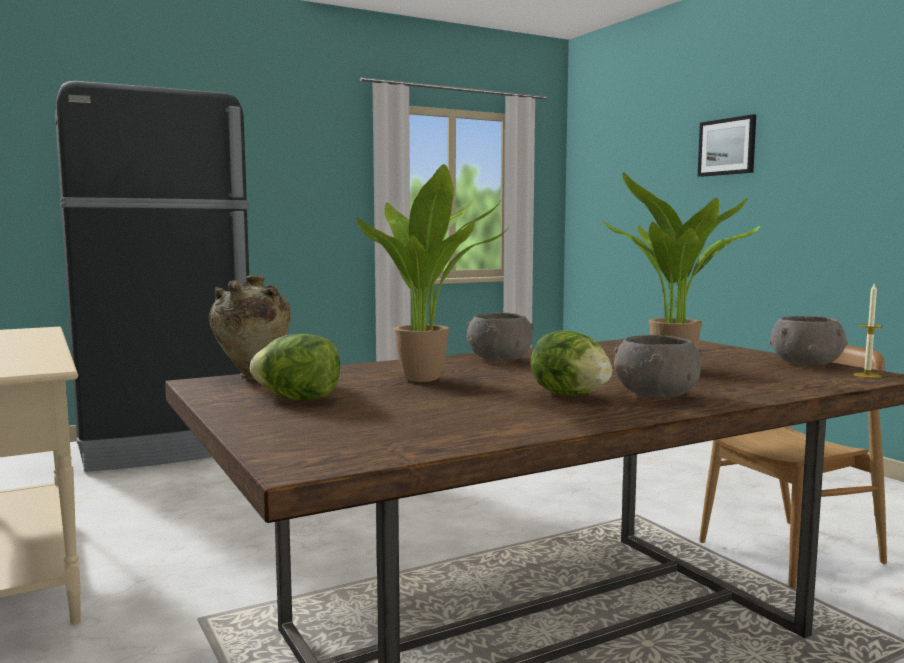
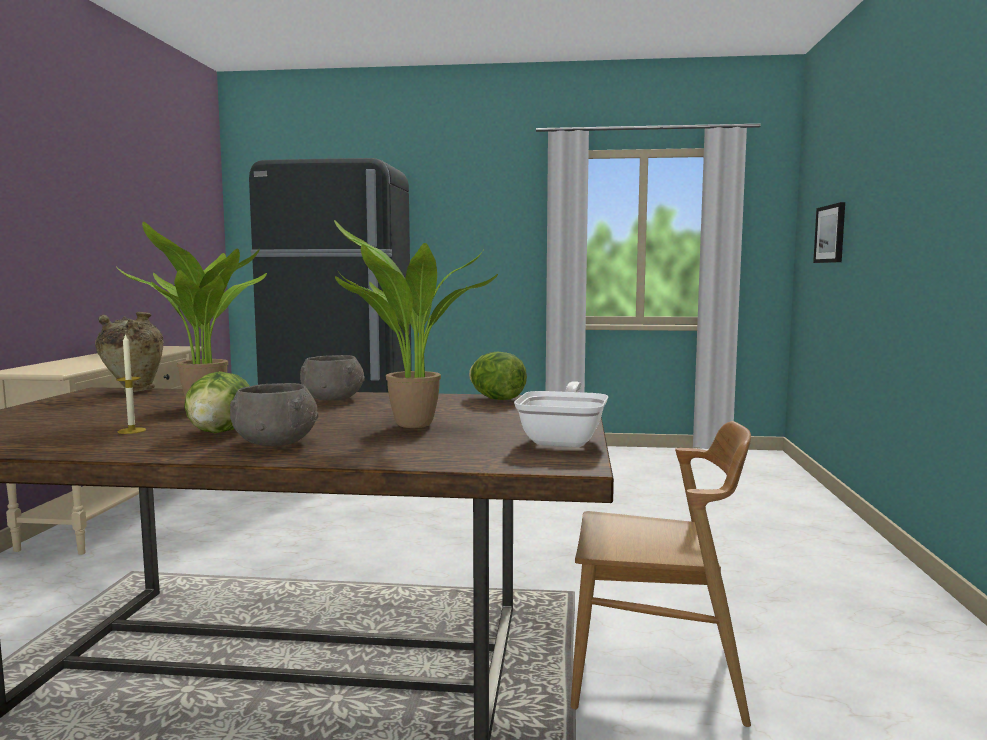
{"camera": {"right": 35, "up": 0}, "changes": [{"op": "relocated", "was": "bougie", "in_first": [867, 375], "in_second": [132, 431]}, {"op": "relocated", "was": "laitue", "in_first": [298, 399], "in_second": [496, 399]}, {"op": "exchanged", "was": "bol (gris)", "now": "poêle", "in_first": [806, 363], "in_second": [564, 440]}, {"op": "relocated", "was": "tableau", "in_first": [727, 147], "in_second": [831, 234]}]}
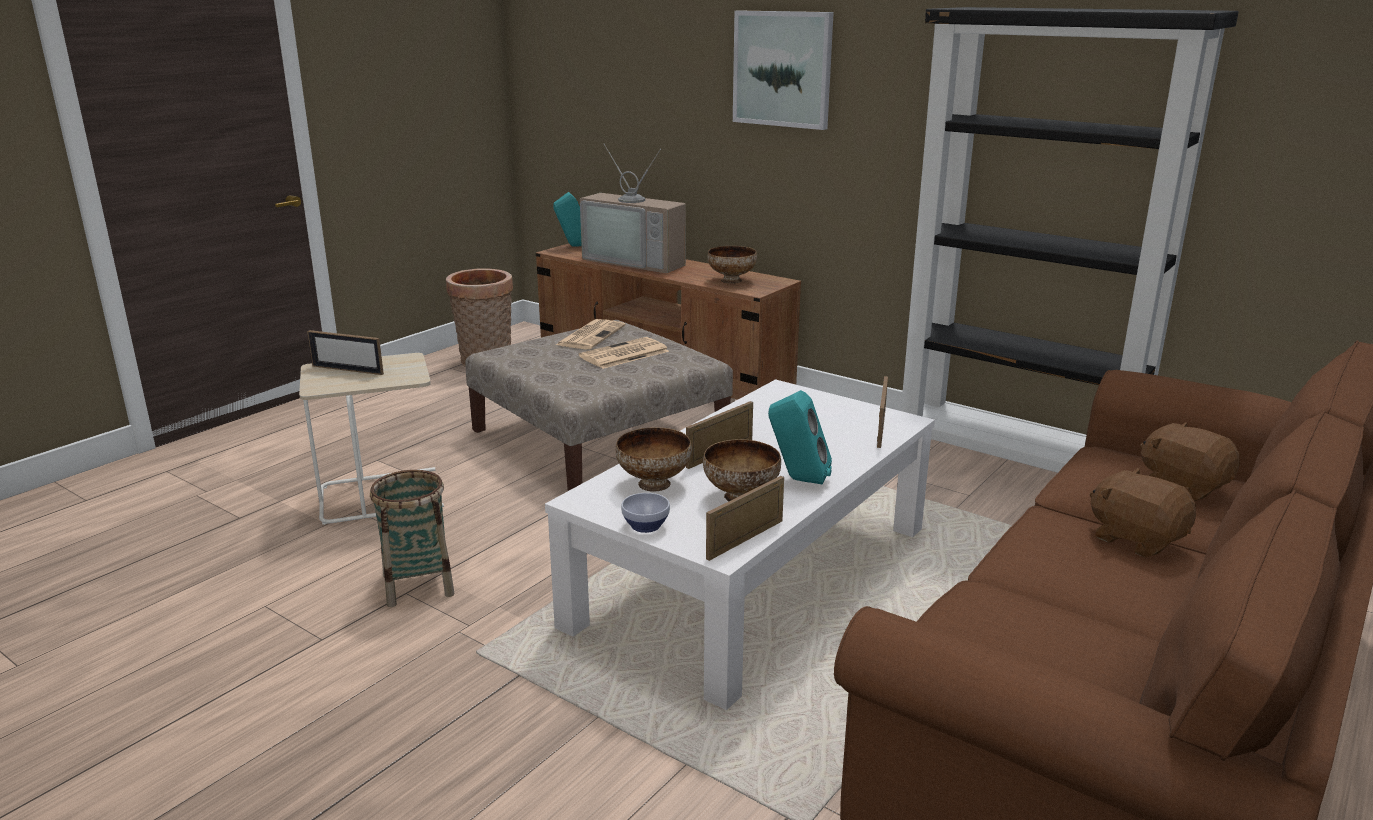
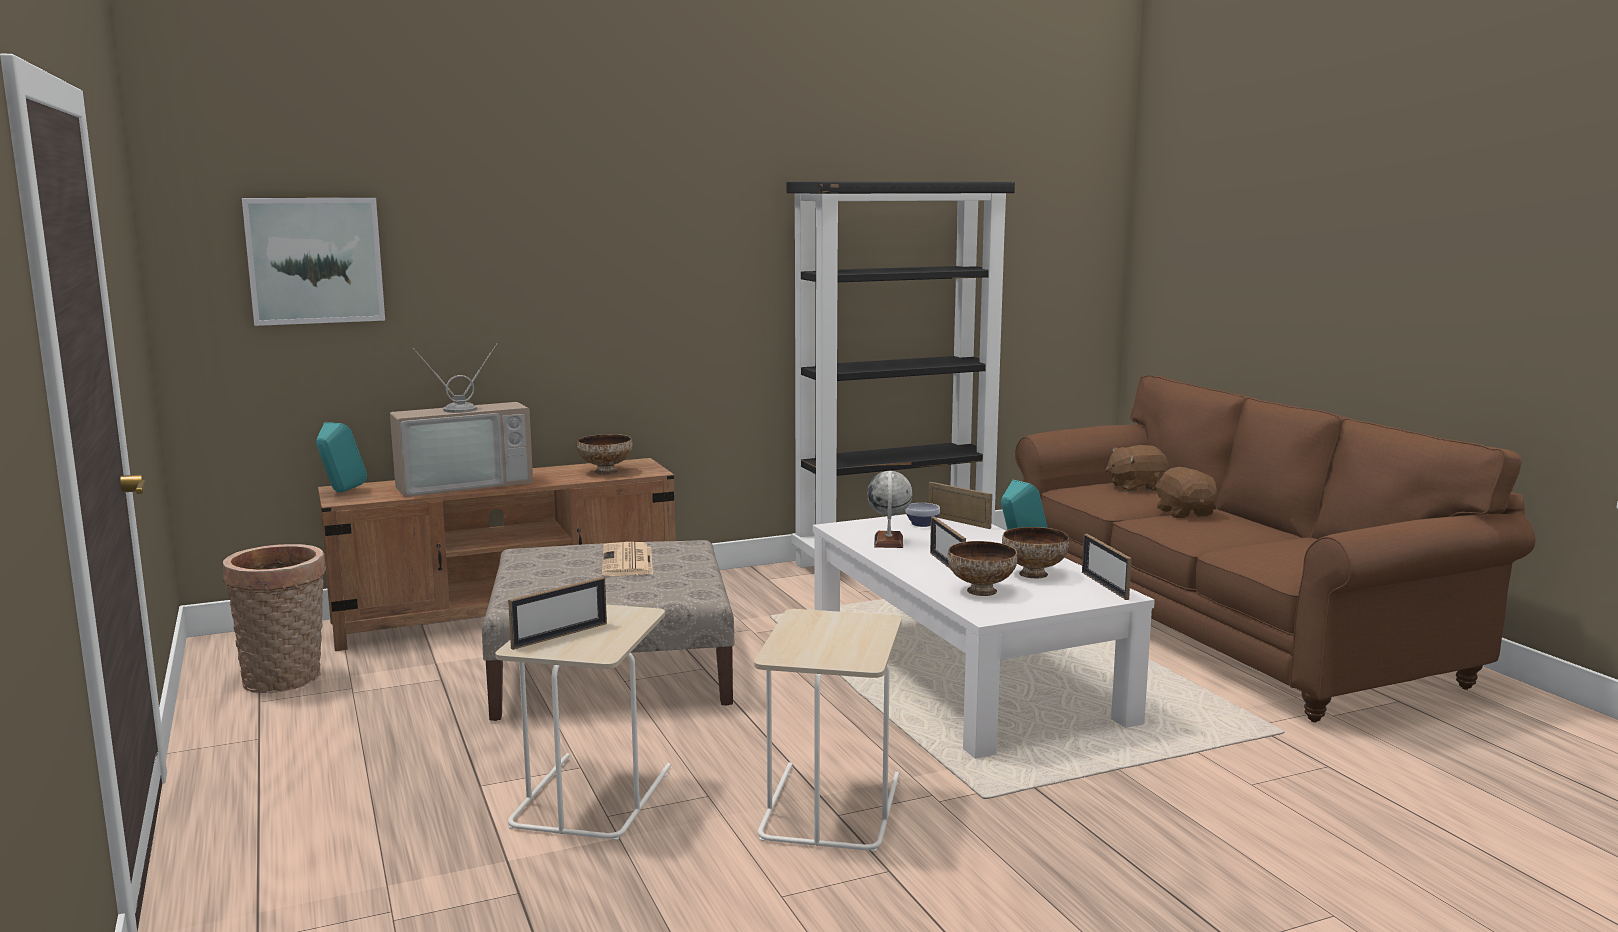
{"camera": {"right": -60, "up": -10}, "changes": [{"op": "relocated", "was": "tableau", "in_first": [782, 69], "in_second": [315, 260]}, {"op": "exchanged", "was": "panier", "now": "table d'appoint (beige)", "in_first": [418, 585], "in_second": [829, 806]}, {"op": "appeared", "now": "globe", "in_second": [888, 541]}, {"op": "relocated", "was": "bol", "in_first": [644, 526], "in_second": [921, 524]}, {"op": "spun", "was": "peluche (marron)", "in_first": [1136, 539], "in_second": [1184, 513], "clockwise": 90}, {"op": "missing", "was": "journal", "in_first": [591, 335]}]}
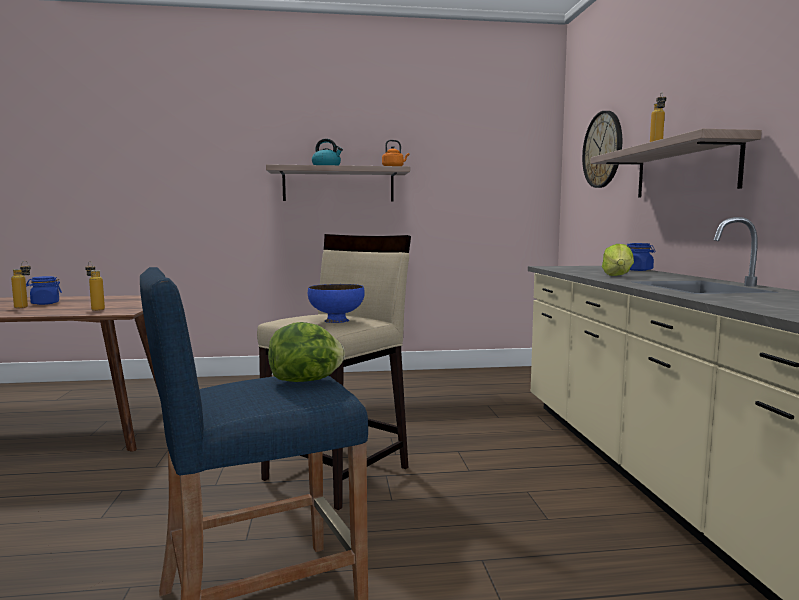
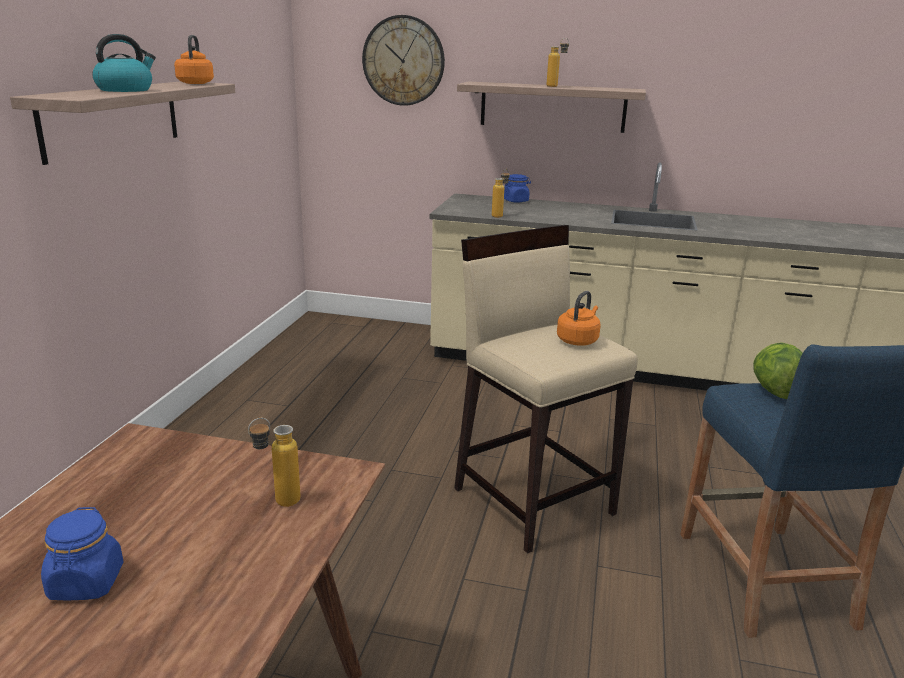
{"camera": {"right": -70, "up": 15}, "changes": [{"op": "relocated", "was": "bouteille", "in_first": [24, 307], "in_second": [499, 215]}, {"op": "exchanged", "was": "bol (bleu)", "now": "bouilloire (orange)", "in_first": [337, 320], "in_second": [578, 340]}, {"op": "missing", "was": "laitue", "in_first": [617, 275]}]}
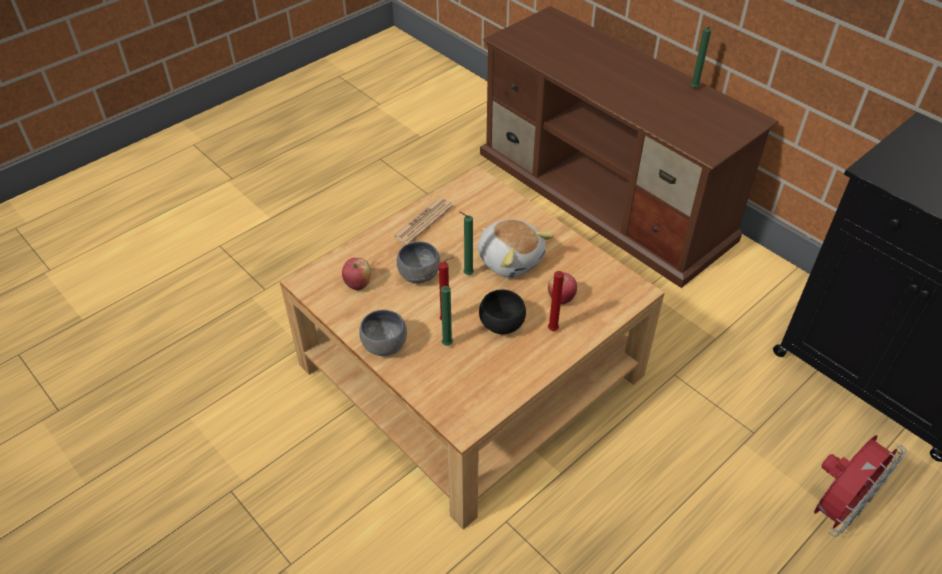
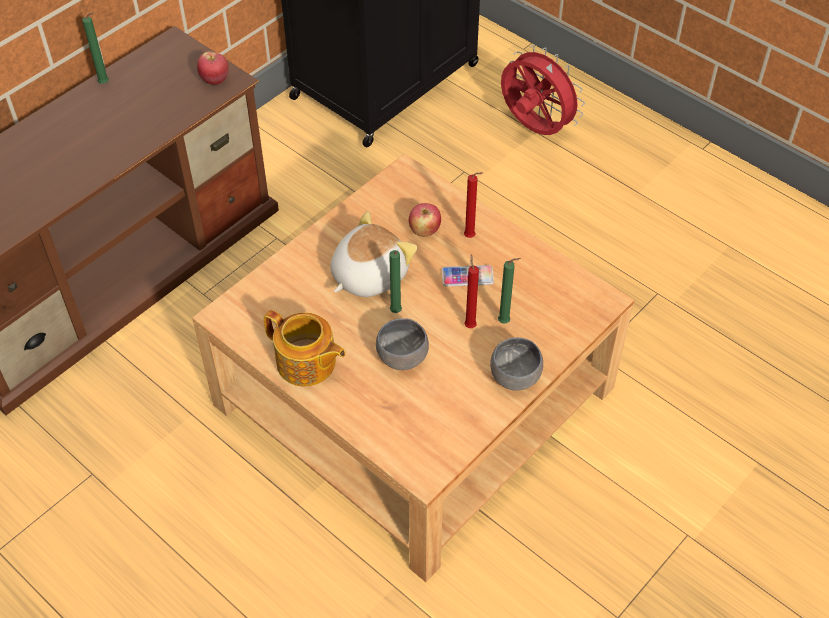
{"camera": {"right": -95, "up": 5}, "changes": [{"op": "relocated", "was": "pomme", "in_first": [358, 284], "in_second": [215, 80]}, {"op": "exchanged", "was": "journal", "now": "théière", "in_first": [423, 221], "in_second": [307, 363]}, {"op": "exchanged", "was": "bol (noir)", "now": "téléphone", "in_first": [503, 324], "in_second": [467, 276]}]}
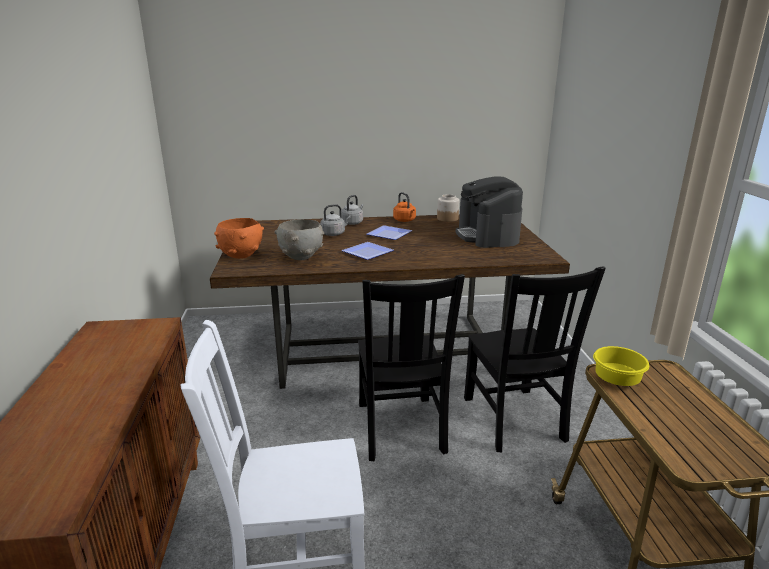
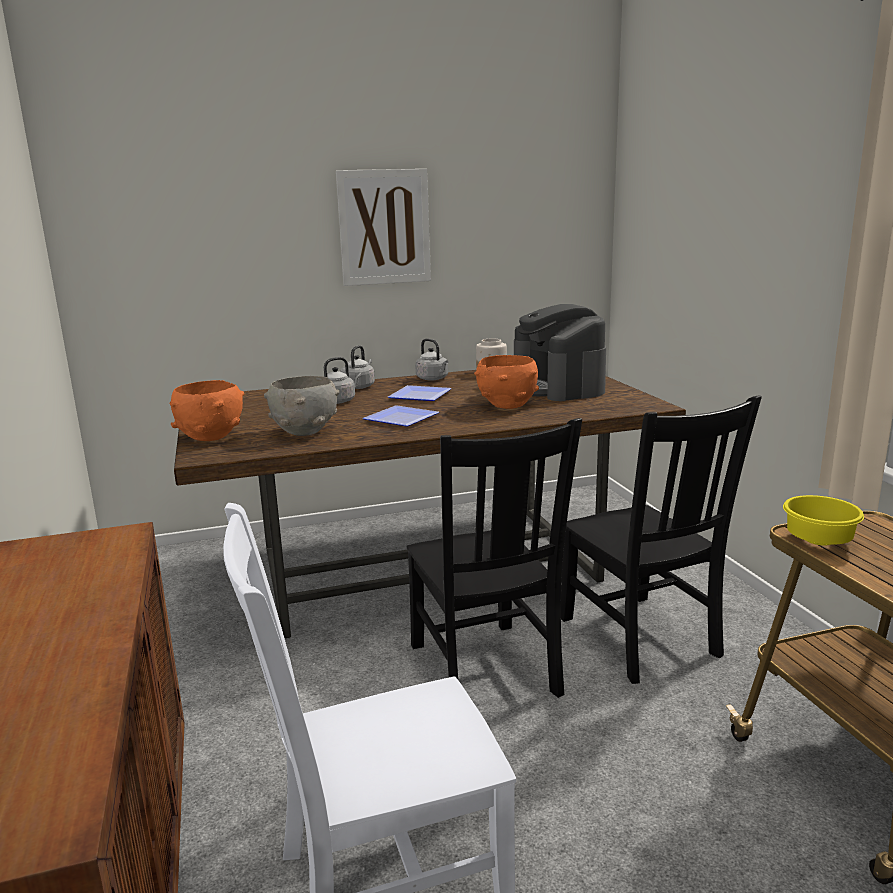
{"camera": {"right": -10, "up": -5}, "changes": [{"op": "appeared", "now": "tableau", "in_second": [384, 227]}, {"op": "colour", "was": "bouilloire (orange)", "now": "bouilloire (gris)", "in_first": [405, 220], "in_second": [433, 379]}, {"op": "appeared", "now": "bol (orange)", "in_second": [507, 406]}]}
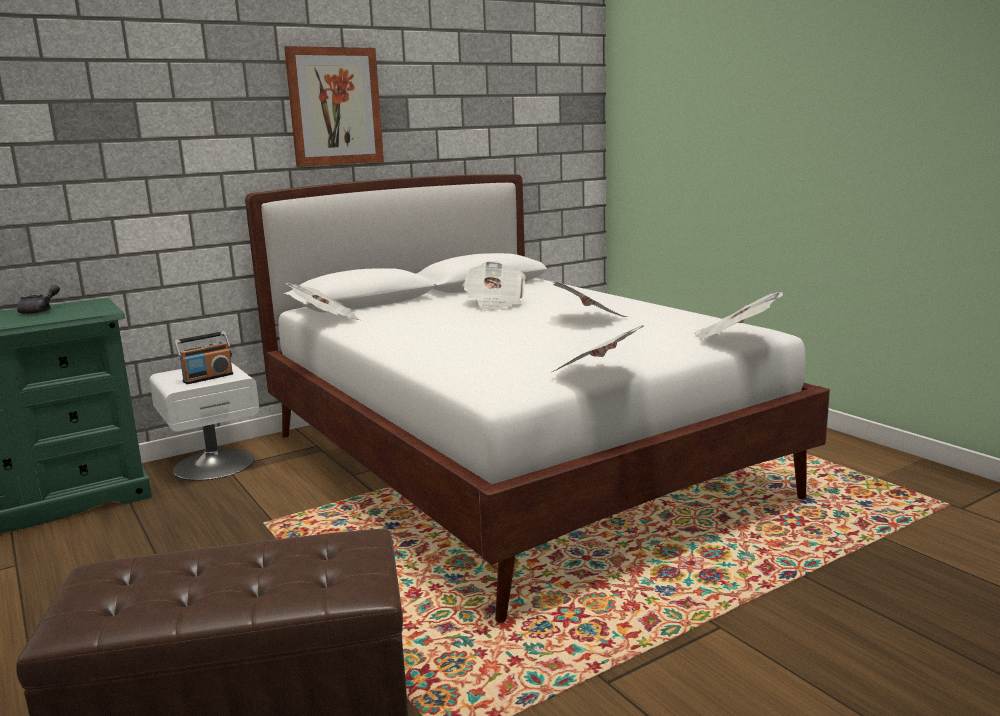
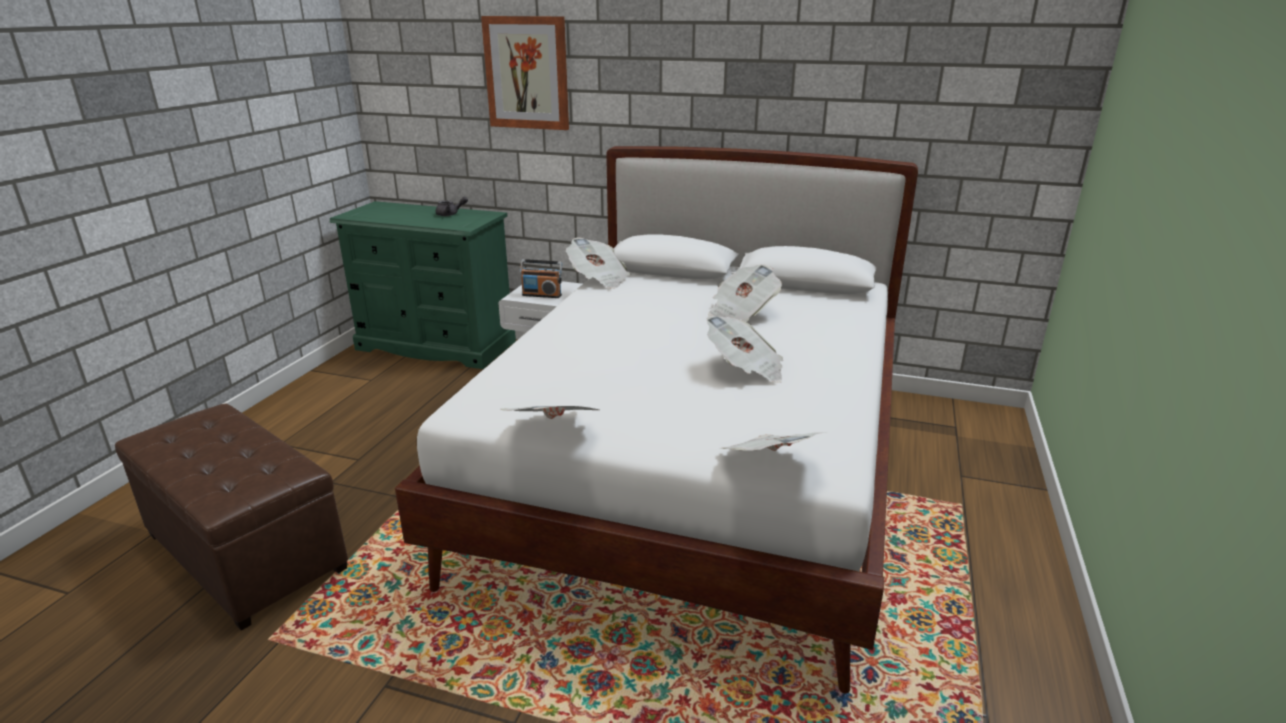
{"camera": {"right": 50, "up": 10}, "changes": [{"op": "relocated", "was": "tableau", "in_first": [334, 107], "in_second": [527, 73]}]}
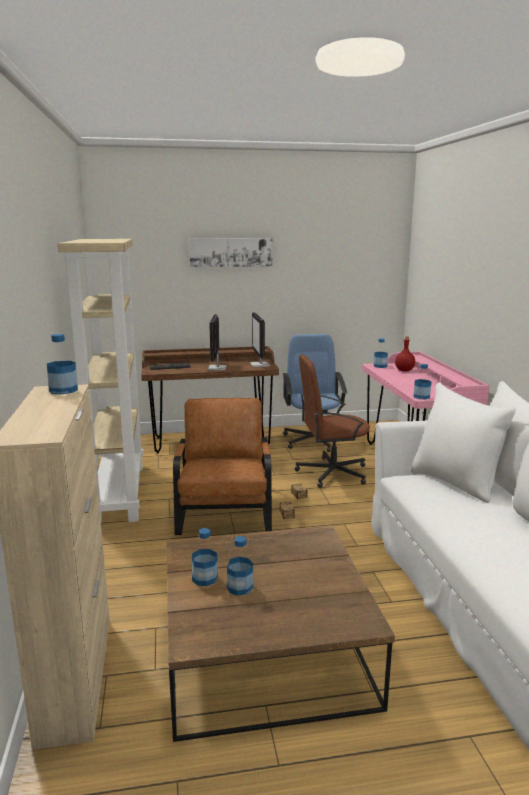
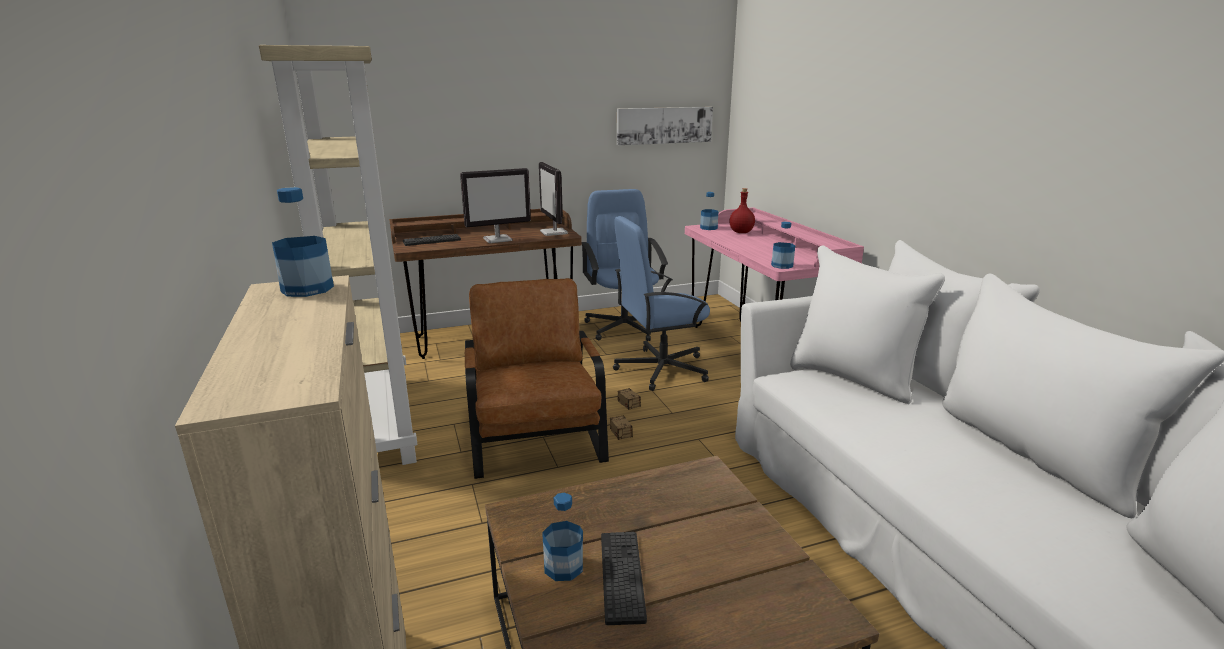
{"camera": {"right": -10, "up": 5}, "changes": [{"op": "spun", "was": "écran d'ordinateur", "in_first": [217, 368], "in_second": [498, 239], "clockwise": -105}, {"op": "exchanged", "was": "bouteille", "now": "clavier", "in_first": [240, 587], "in_second": [622, 576]}, {"op": "colour", "was": "chaise de bureau (marron)", "now": "chaise de bureau (bleu)", "in_first": [331, 473], "in_second": [660, 369]}, {"op": "relocated", "was": "tableau", "in_first": [231, 252], "in_second": [664, 125]}]}
